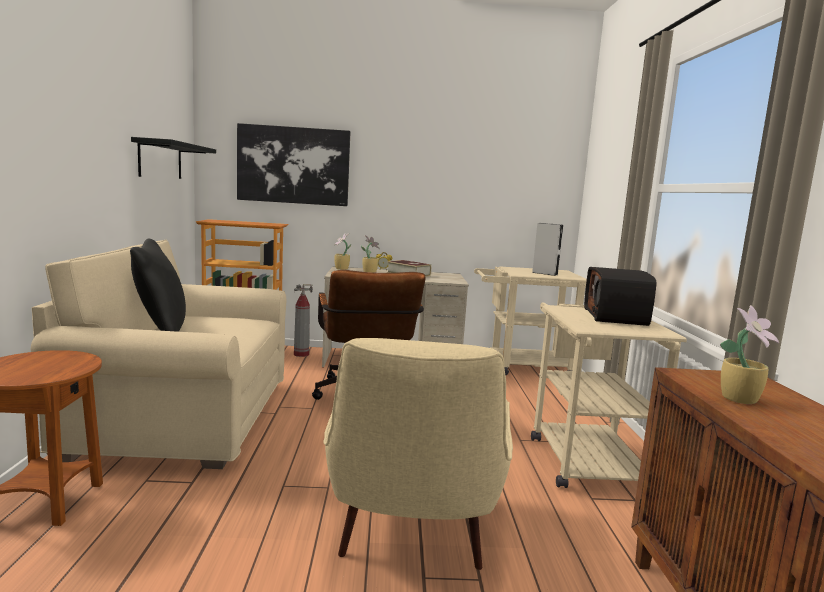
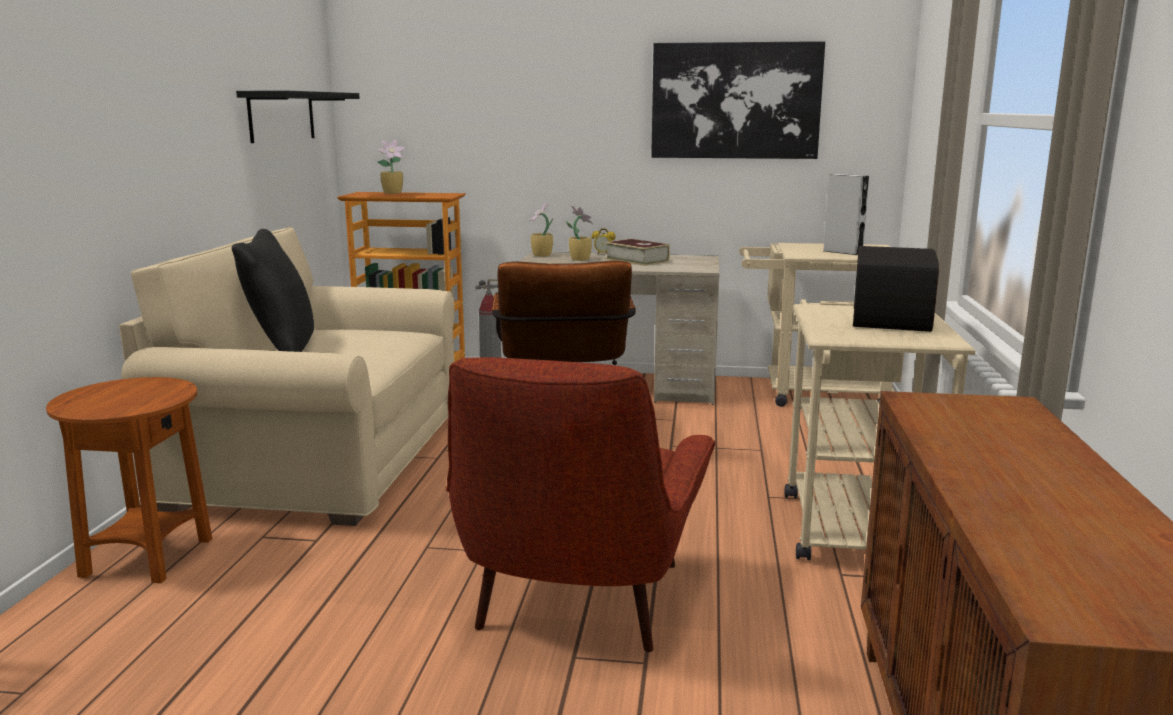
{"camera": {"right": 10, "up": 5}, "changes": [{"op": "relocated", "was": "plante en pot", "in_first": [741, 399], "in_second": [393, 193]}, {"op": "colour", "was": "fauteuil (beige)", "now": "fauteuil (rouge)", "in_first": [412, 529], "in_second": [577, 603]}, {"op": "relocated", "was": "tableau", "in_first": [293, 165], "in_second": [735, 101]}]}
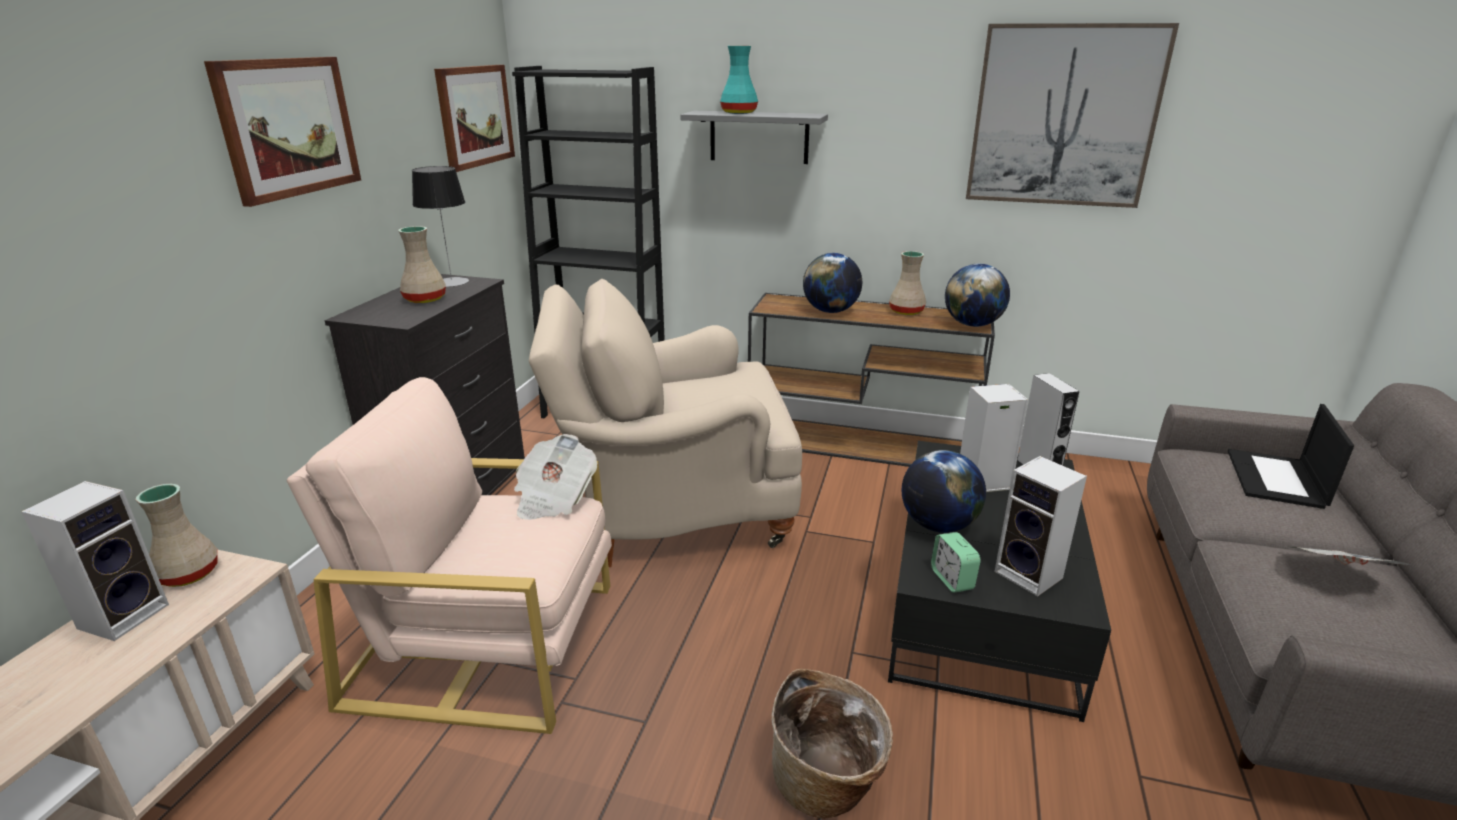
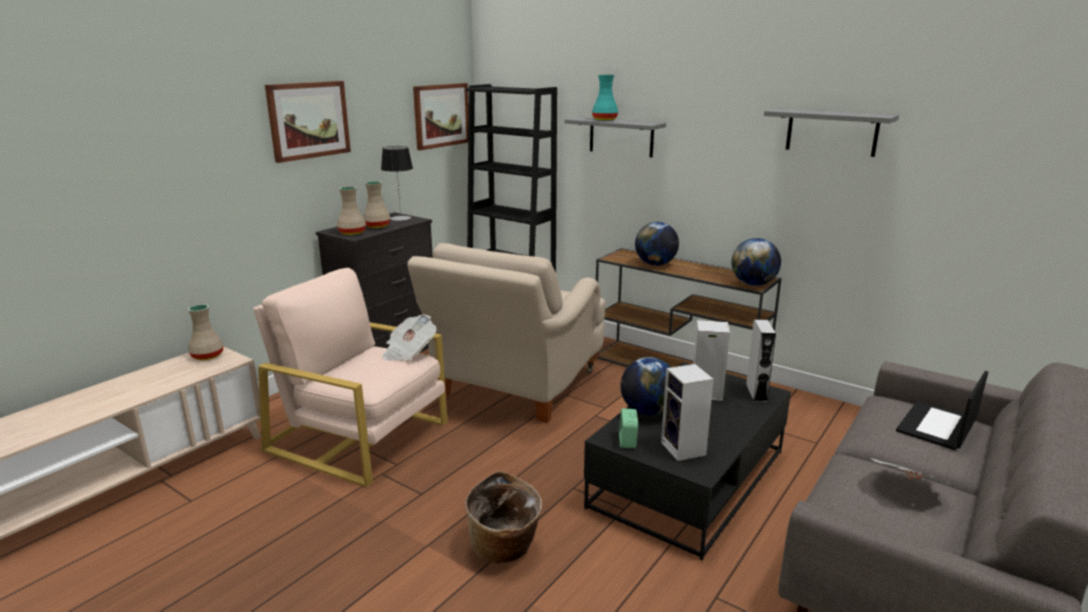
{"camera": {"right": 20, "up": -5}, "changes": [{"op": "relocated", "was": "vase (beige)", "in_first": [905, 311], "in_second": [351, 233]}, {"op": "spun", "was": "fauteuil (beige)", "in_first": [671, 508], "in_second": [514, 386], "clockwise": -75}, {"op": "exchanged", "was": "tableau", "now": "étagère (gris)", "in_first": [1063, 116], "in_second": [831, 132]}, {"op": "missing", "was": "enceinte", "in_first": [125, 614]}]}
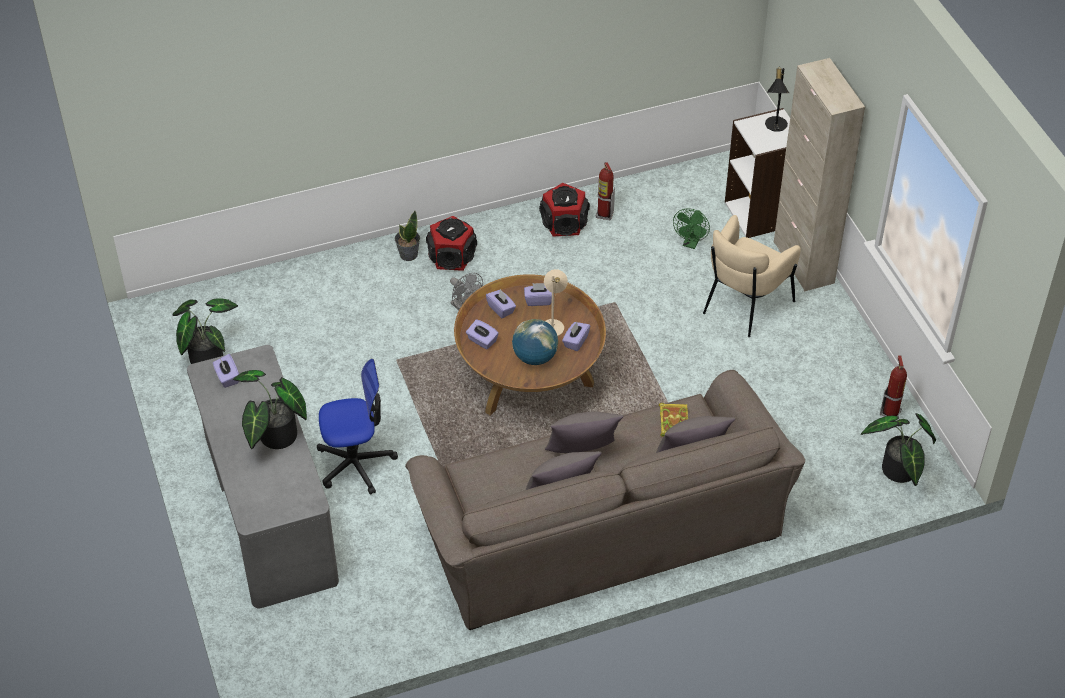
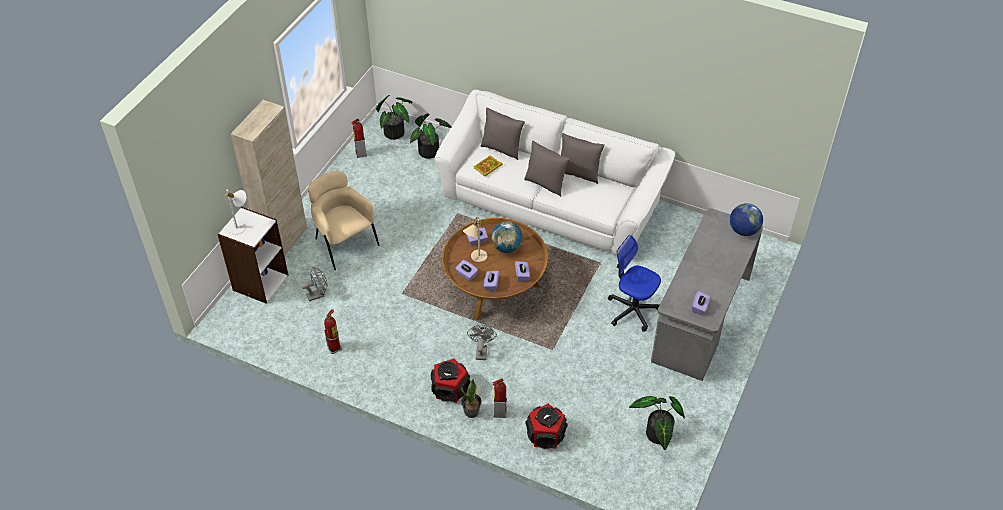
{"camera": {"right": -135, "up": 0}, "changes": [{"op": "colour", "was": "lampe de table (noir)", "now": "lampe de table (blanc)", "in_first": [774, 127], "in_second": [240, 227]}, {"op": "colour", "was": "ventilateur (vert)", "now": "ventilateur (gris)", "in_first": [691, 243], "in_second": [318, 294]}, {"op": "spun", "was": "fauteuil (beige)", "in_first": [744, 305], "in_second": [344, 244], "clockwise": -120}, {"op": "relocated", "was": "plante en pot", "in_first": [274, 437], "in_second": [431, 152]}, {"op": "colour", "was": "canapé (marron)", "now": "canapé (blanc)", "in_first": [599, 527], "in_second": [550, 201]}, {"op": "appeared", "now": "extincteur", "in_second": [499, 412]}, {"op": "relocated", "was": "enceinte", "in_first": [564, 223], "in_second": [545, 435]}, {"op": "appeared", "now": "globe", "in_second": [743, 230]}]}
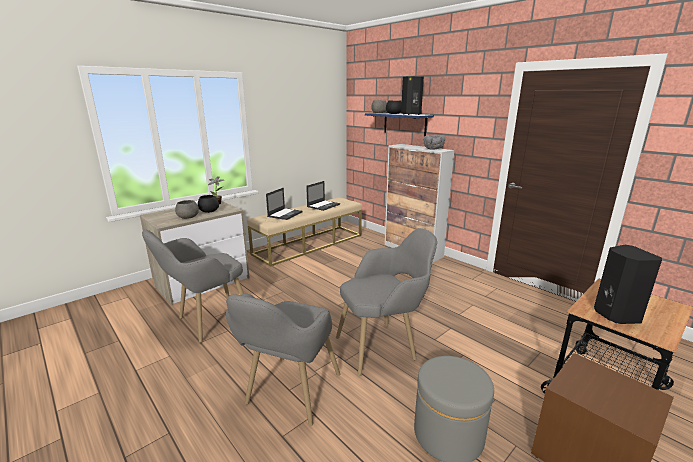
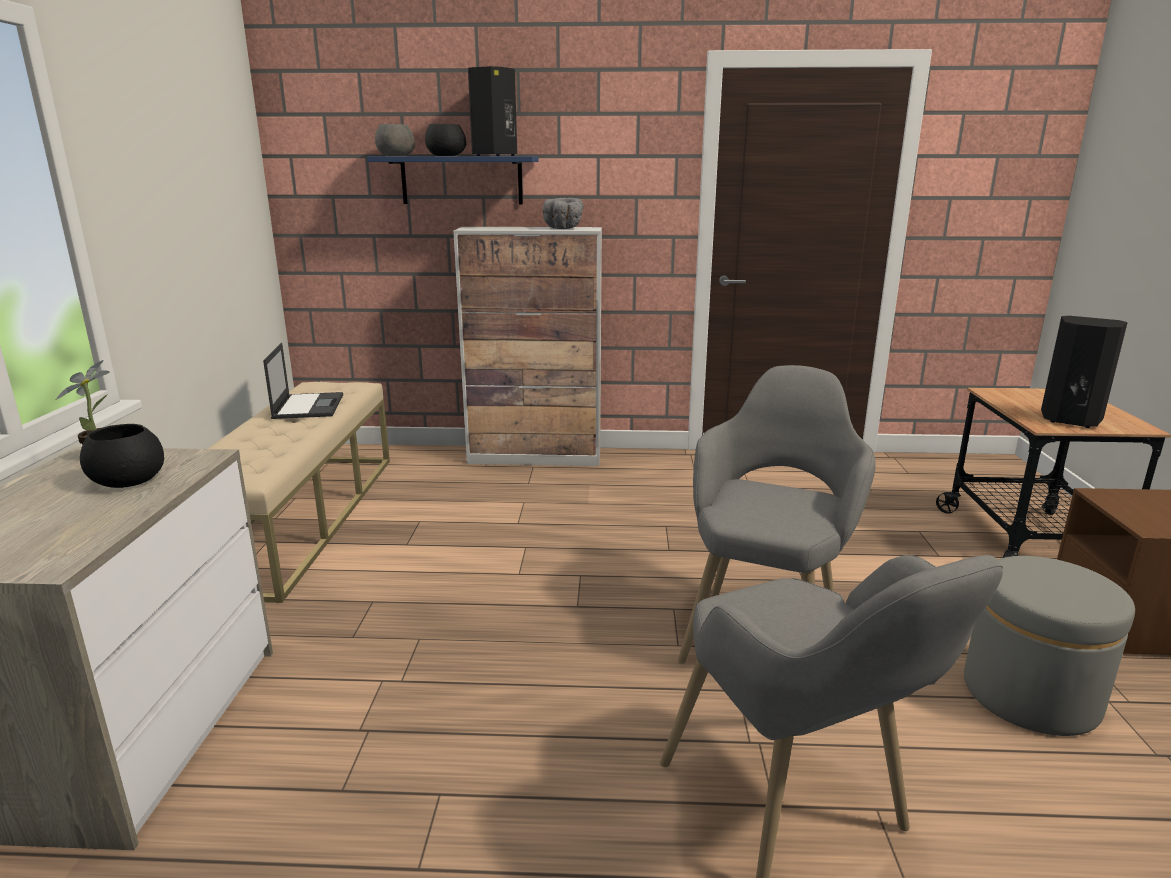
{"camera": {"right": -45, "up": 0}, "changes": [{"op": "missing", "was": "fauteuil (gris)", "in_first": [206, 323]}, {"op": "missing", "was": "bol (gris)", "in_first": [188, 217]}, {"op": "missing", "was": "ordinateur portable", "in_first": [285, 214]}]}
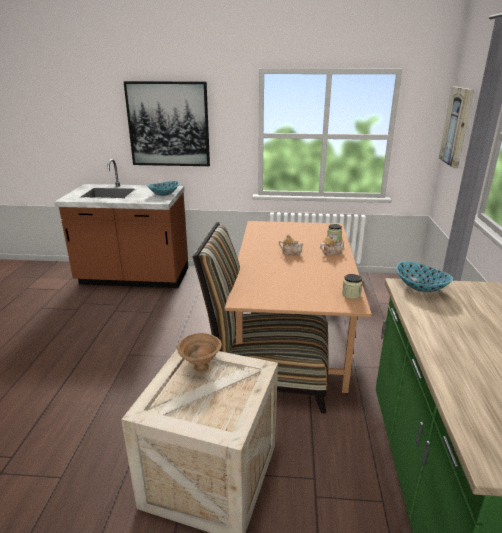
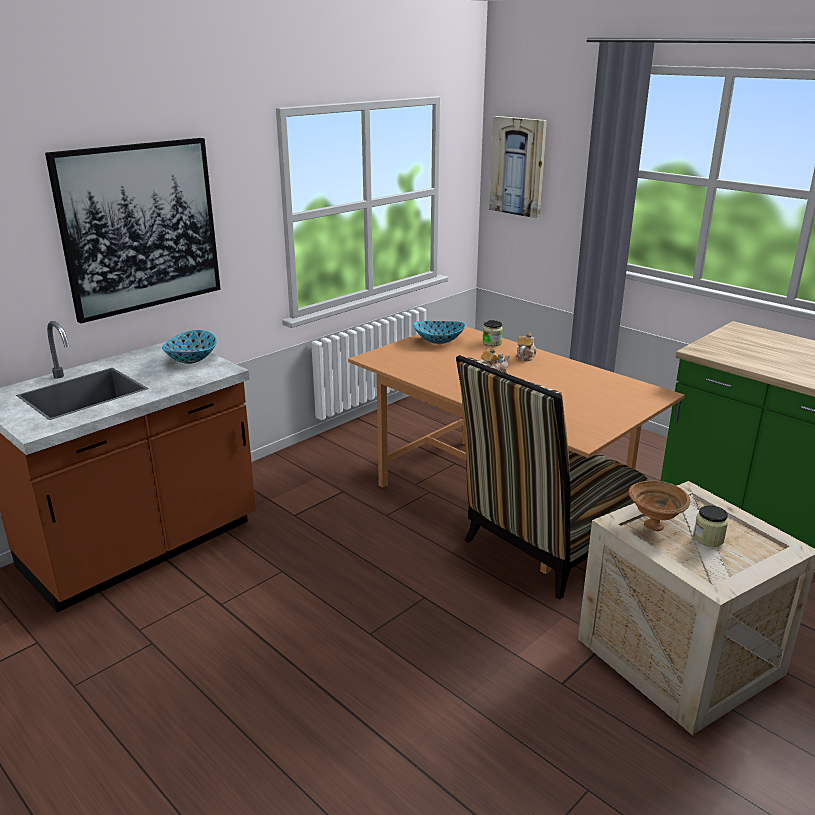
{"camera": {"right": -50, "up": 0}, "changes": [{"op": "relocated", "was": "bol", "in_first": [421, 287], "in_second": [438, 340]}, {"op": "relocated", "was": "bocal", "in_first": [351, 294], "in_second": [708, 538]}]}
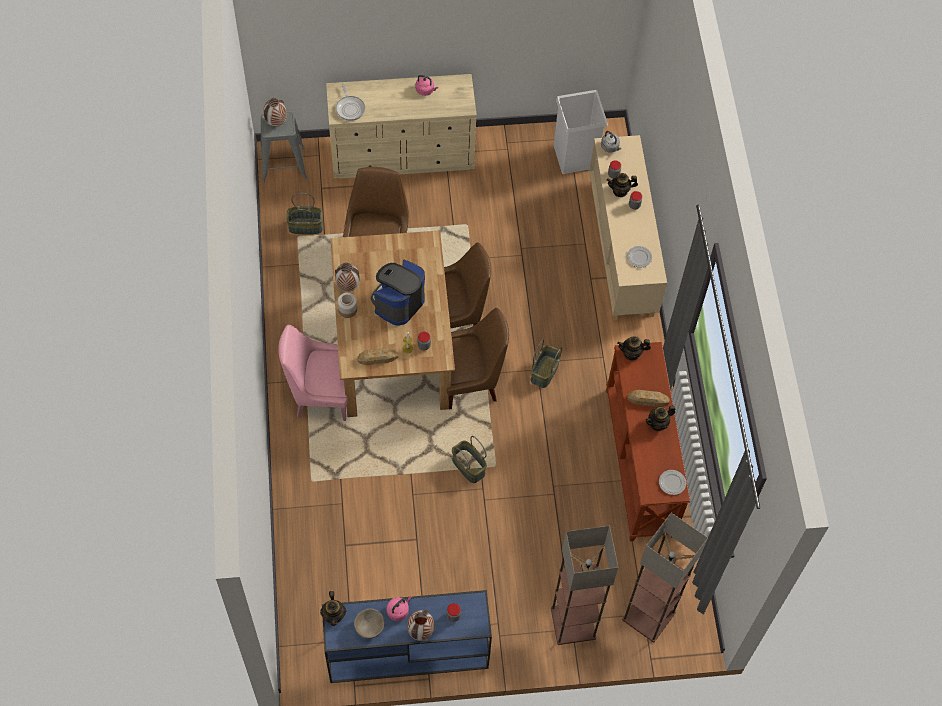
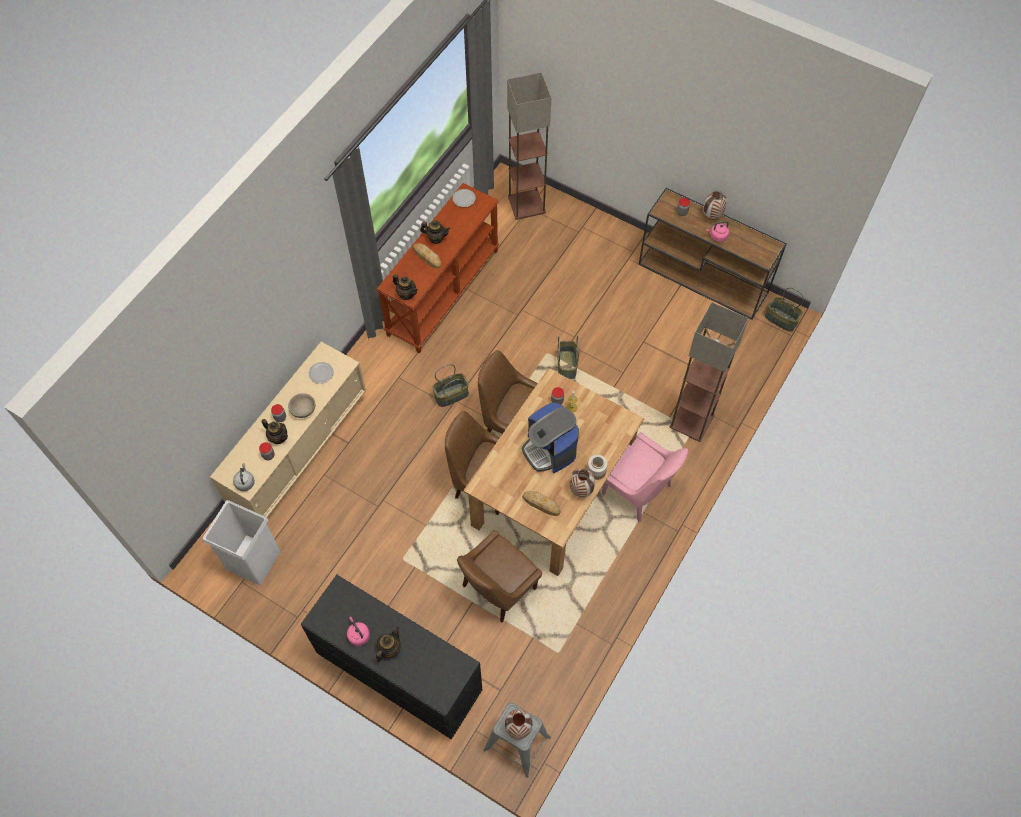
{"camera": {"right": -140, "up": 0}, "changes": [{"op": "relocated", "was": "bol (beige)", "in_first": [369, 627], "in_second": [303, 410]}, {"op": "colour", "was": "commode (beige)", "now": "commode (noir)", "in_first": [403, 155], "in_second": [398, 672]}, {"op": "relocated", "was": "théière", "in_first": [334, 615], "in_second": [389, 649]}, {"op": "spun", "was": "machine à café", "in_first": [398, 302], "in_second": [549, 449], "clockwise": 75}, {"op": "relocated", "was": "pain", "in_first": [377, 358], "in_second": [541, 504]}, {"op": "colour", "was": "table console (bleu)", "now": "table console (marron)", "in_first": [406, 653], "in_second": [704, 278]}, {"op": "relocated", "was": "lampadaire", "in_first": [574, 623], "in_second": [691, 420]}, {"op": "relocated", "was": "panier", "in_first": [306, 226], "in_second": [780, 319]}, {"op": "missing", "was": "poêle", "in_first": [350, 108]}]}
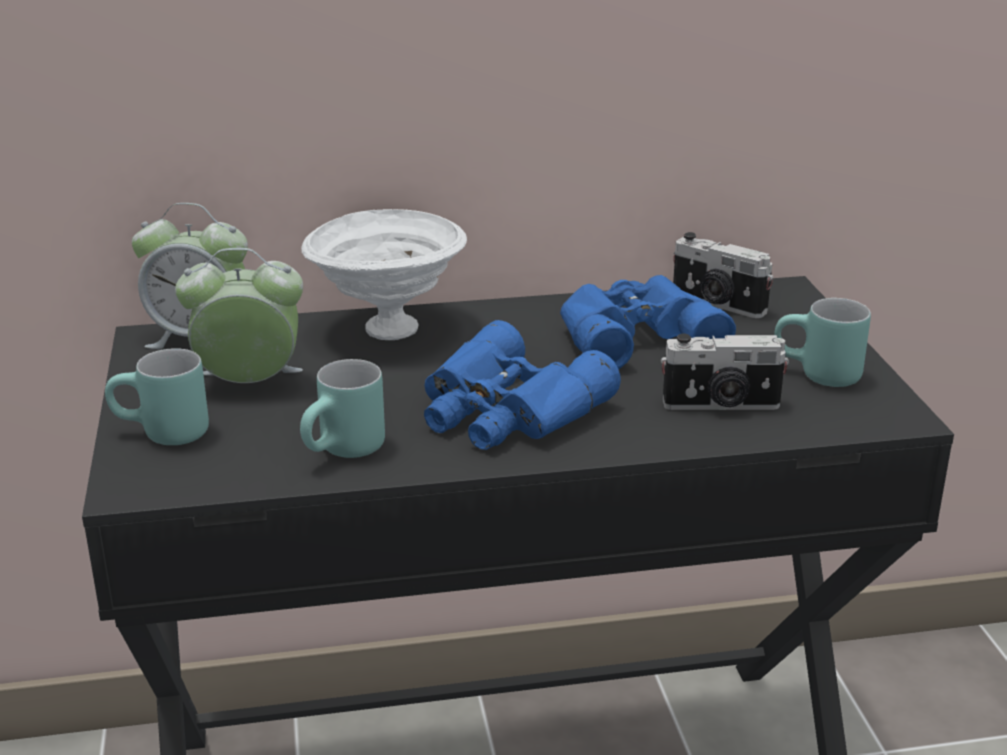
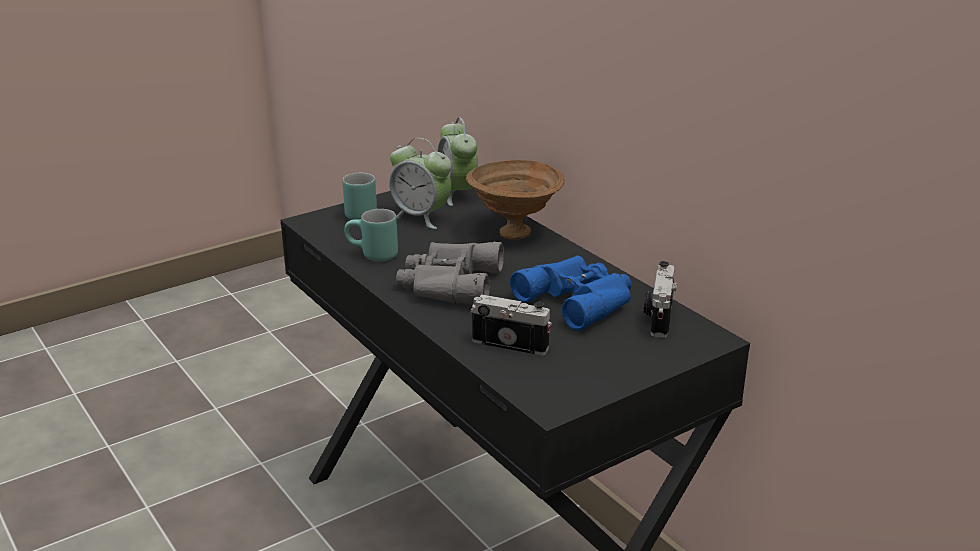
{"camera": {"right": 65, "up": 0}, "changes": [{"op": "spun", "was": "réveil", "in_first": [249, 384], "in_second": [421, 217], "clockwise": 150}, {"op": "colour", "was": "jumelles (bleu)", "now": "jumelles (gris)", "in_first": [506, 411], "in_second": [448, 283]}, {"op": "colour", "was": "bol (blanc)", "now": "bol (marron)", "in_first": [387, 330], "in_second": [513, 232]}, {"op": "spun", "was": "appareil photo", "in_first": [721, 405], "in_second": [511, 343], "clockwise": 135}, {"op": "missing", "was": "mug (turquoise)", "in_first": [817, 376]}]}
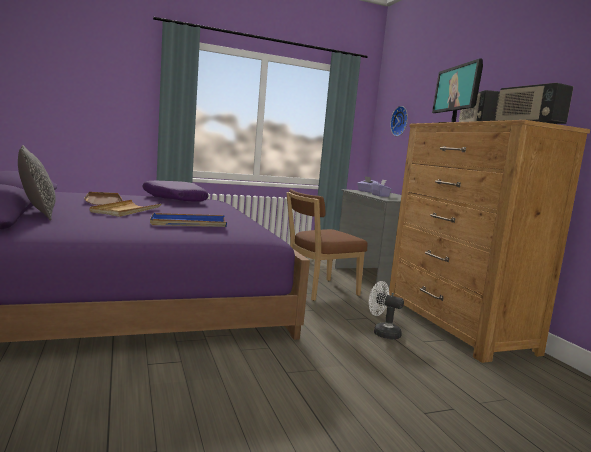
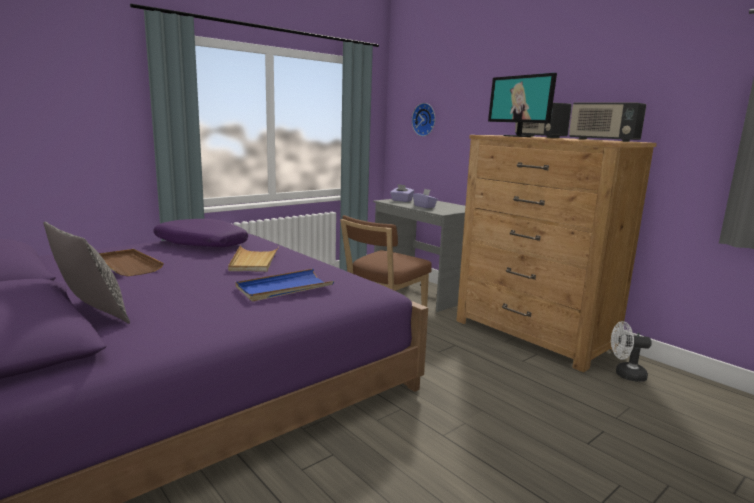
{"camera": {"right": -20, "up": 5}, "changes": [{"op": "relocated", "was": "plateau (beige)", "in_first": [126, 211], "in_second": [254, 261]}, {"op": "relocated", "was": "ventilateur (blanc)", "in_first": [382, 333], "in_second": [625, 375]}]}
